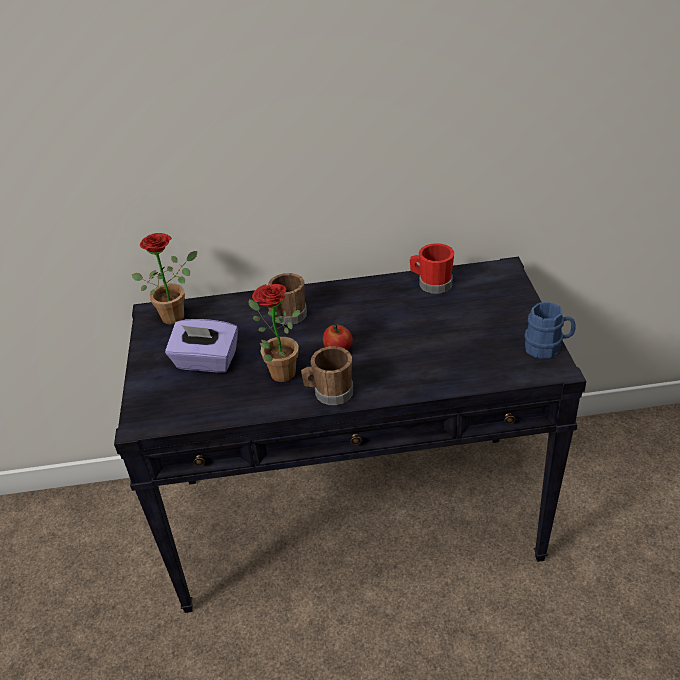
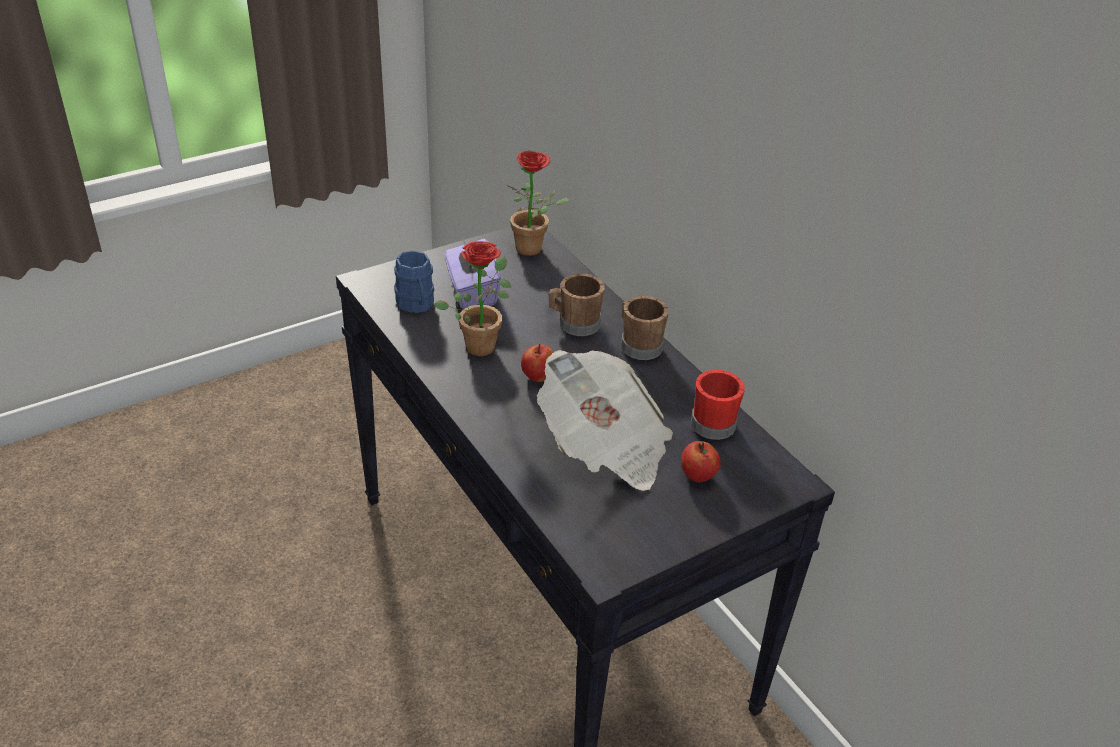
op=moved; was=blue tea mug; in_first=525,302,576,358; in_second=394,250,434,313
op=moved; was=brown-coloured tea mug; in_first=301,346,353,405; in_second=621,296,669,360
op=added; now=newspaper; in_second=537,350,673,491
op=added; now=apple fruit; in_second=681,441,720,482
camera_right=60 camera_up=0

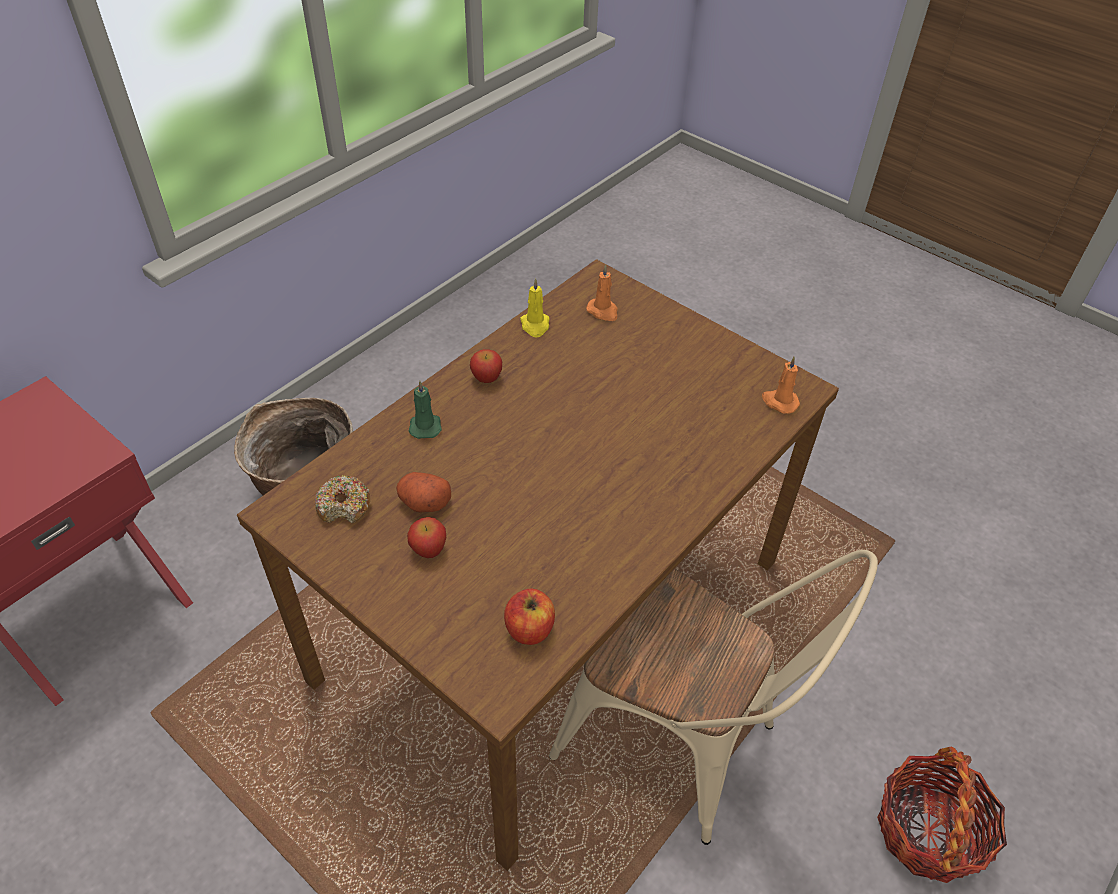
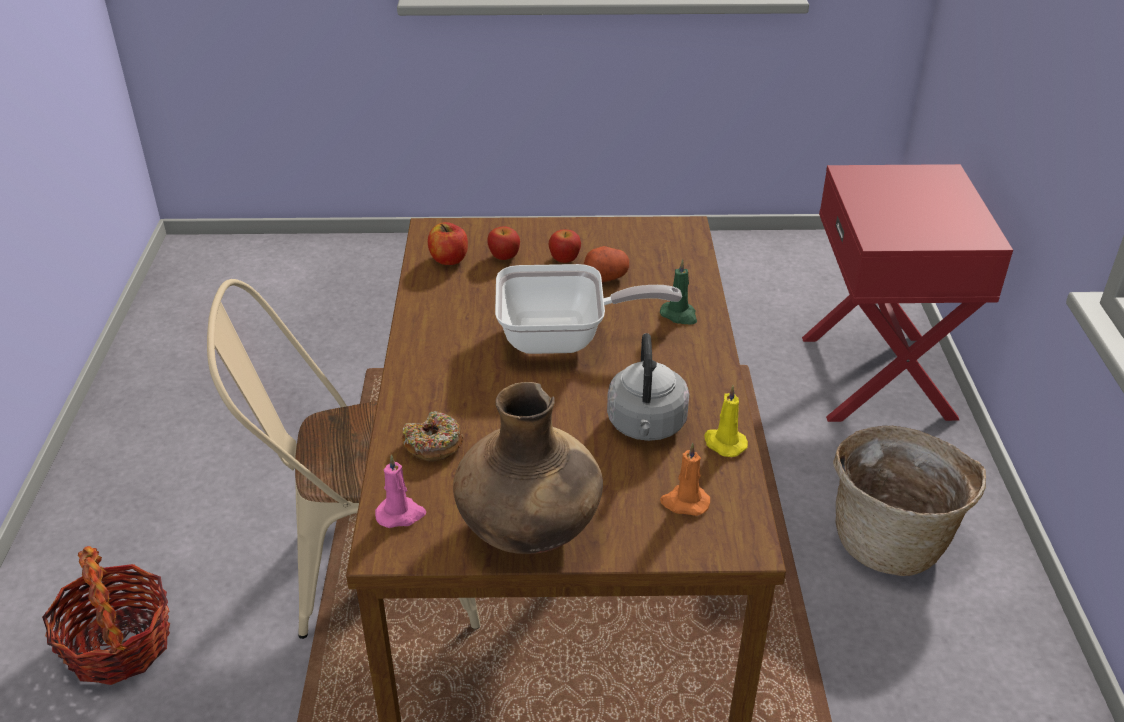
op=moved; was=apple fruit; in_first=470,349,502,383; in_second=487,227,520,260
op=recoloured; was=orangey candle; now=pink candle; in_first=762,357,800,414; in_second=375,454,426,528
op=moved; was=donut; in_first=315,475,370,523; in_second=402,411,463,462
op=added; now=pan; in_second=495,264,682,354
op=added; now=greyish water kettle; in_second=607,333,689,441
op=added; now=brown-coloured vase; in_second=453,382,603,554
camera_right=140 camera_up=-10

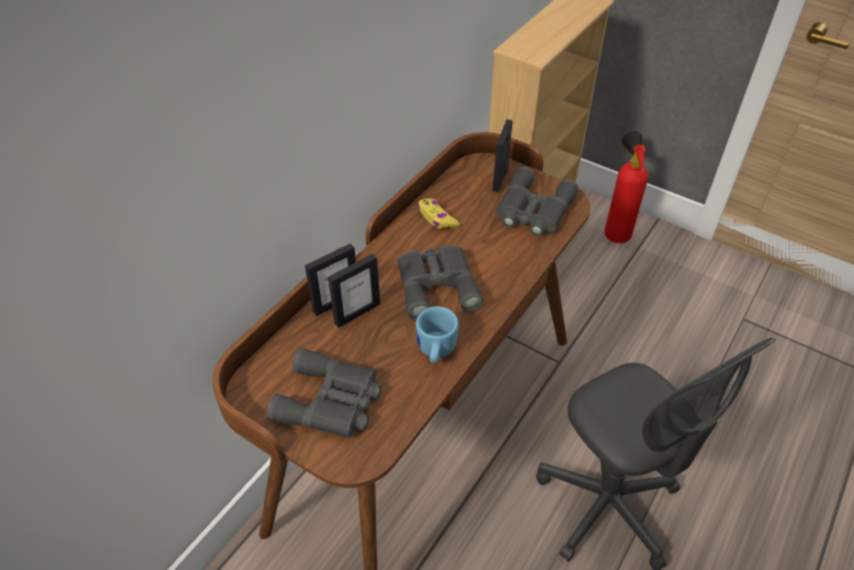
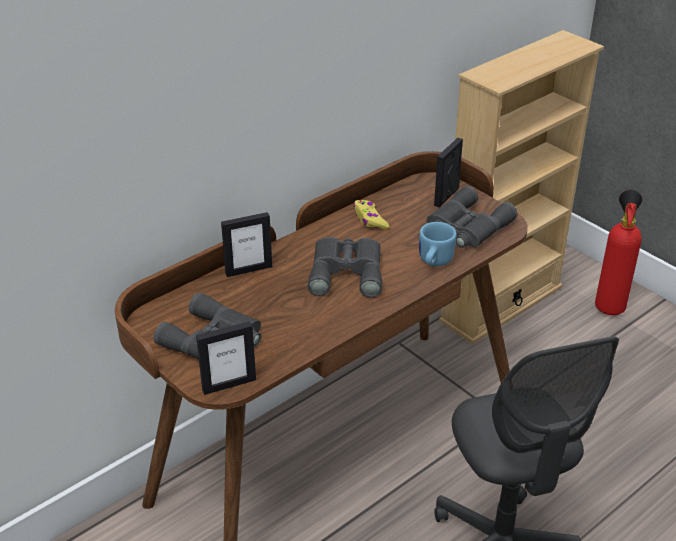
op=moved; was=photo frame; in_first=328,254,380,328; in_second=196,321,256,395
op=moved; was=blue tea mug; in_first=416,306,459,363; in_second=419,222,457,266
camera_right=15 camera_up=-10

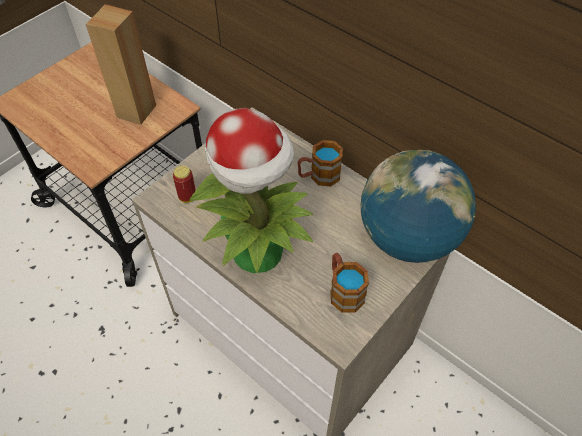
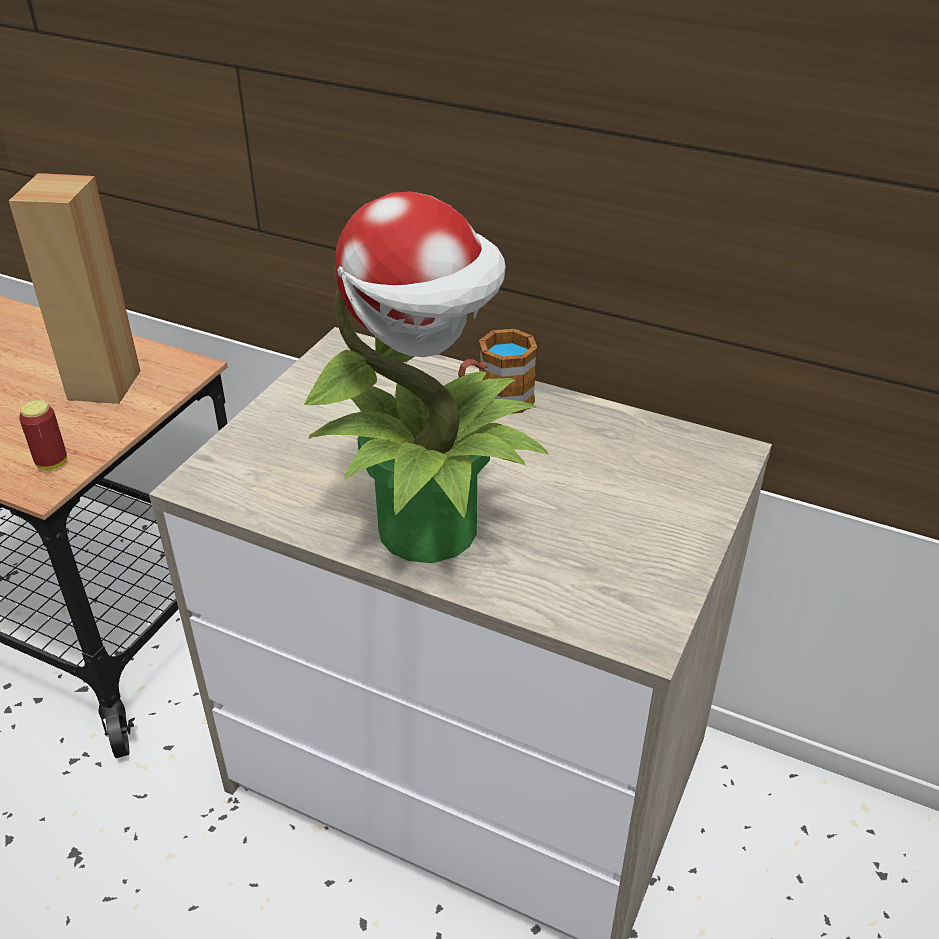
op=removed; was=world globe; in_first=361,150,476,263
op=moved; was=can; in_first=173,166,196,203; in_second=19,400,67,470
op=removed; was=tea mug; in_first=330,253,369,313
camera_right=-15 camera_up=-15

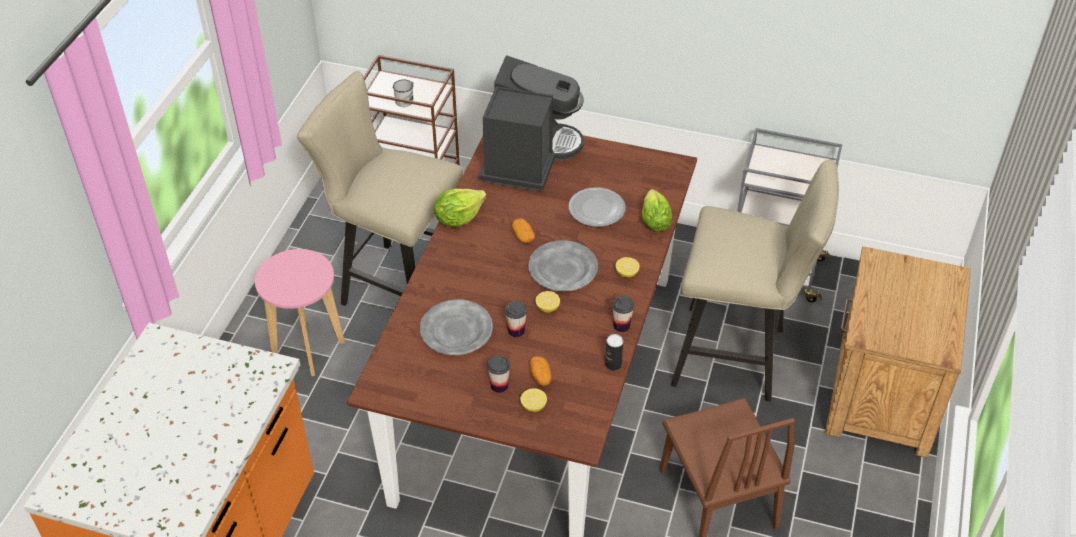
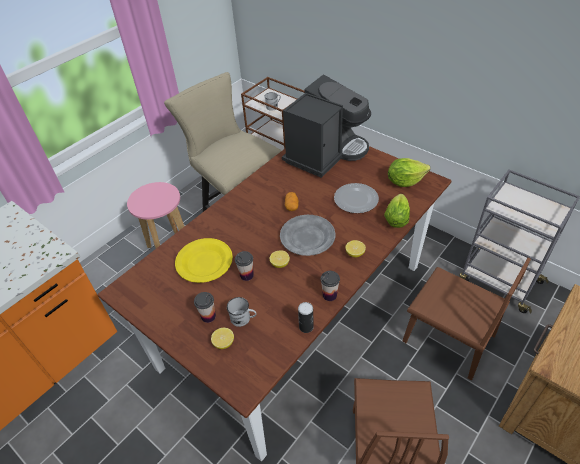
op=replaced; was=sand-coloured stool; now=brown-coloured upright chair; in_first=671,160,839,401; in_second=403,258,531,380
op=moved; was=lettuce head; in_first=434,189,486,227; in_second=388,158,430,187
op=recoloured; was=greyish plate; now=yellow plate; in_first=420,300,493,355; in_second=175,238,233,283
op=replaced; was=potato; now=whitish tea mug; in_first=530,356,551,386; in_second=227,297,257,327
camera_right=25 camera_up=0

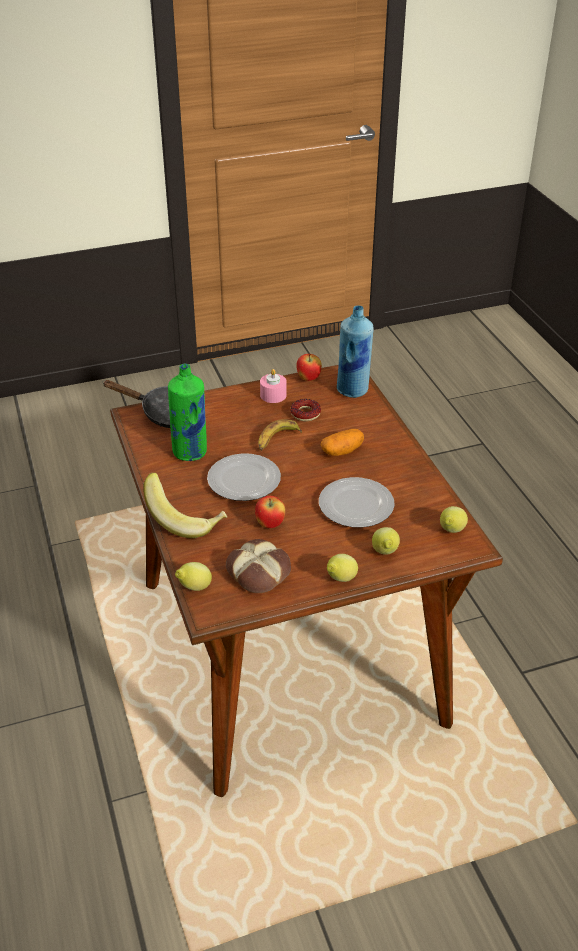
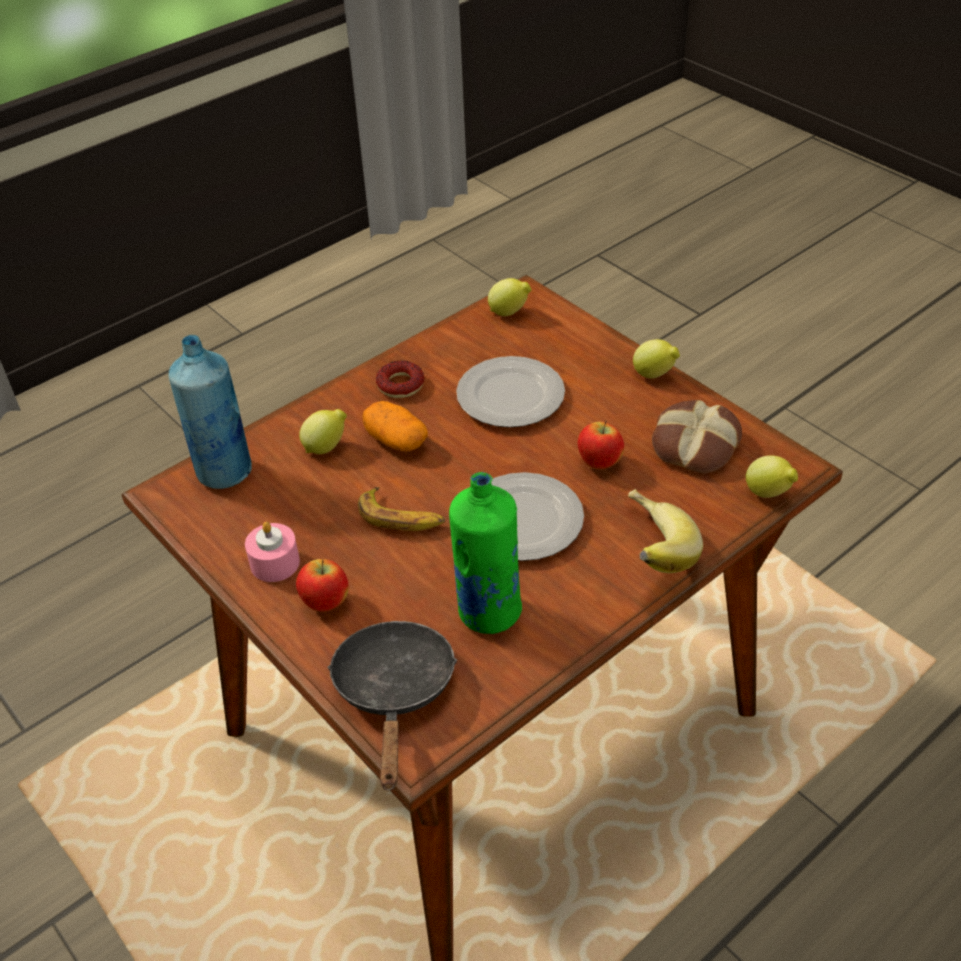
op=moved; was=apple fruit; in_first=296,354,322,381; in_second=296,559,349,612
op=moved; was=donut; in_first=290,399,321,421; in_second=376,361,424,398
op=moved; was=lemon; in_first=372,527,400,555; in_second=299,409,347,454
camera_right=-110 camera_up=5

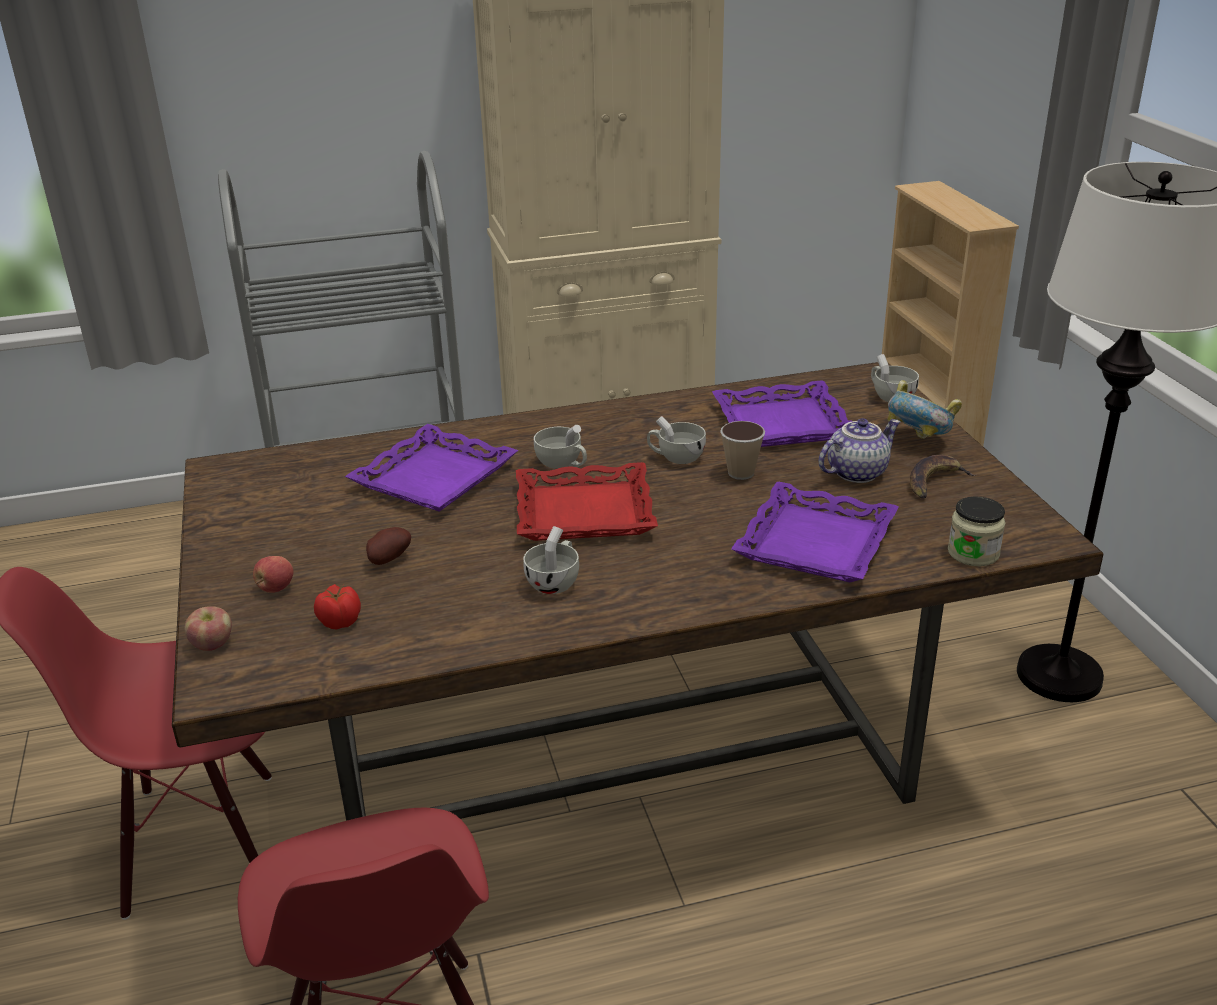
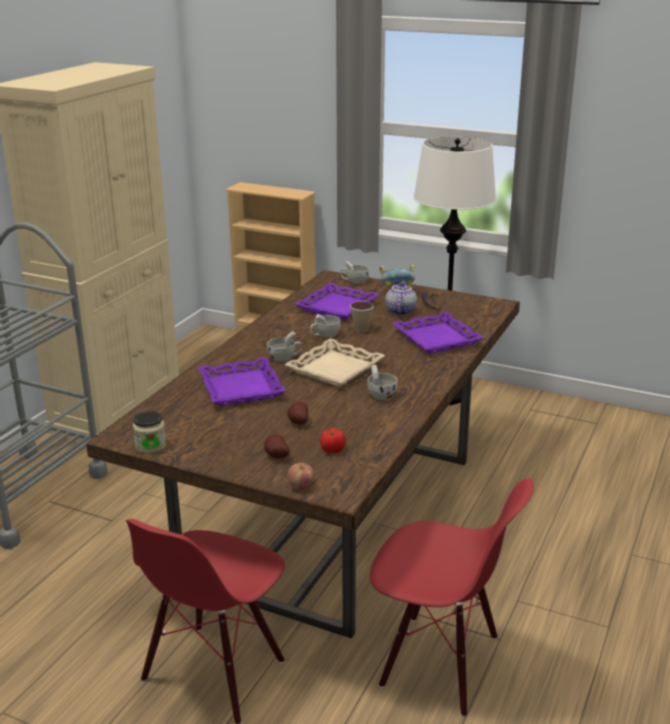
op=recoloured; was=red-coloured tray; now=sand-coloured tray; in_first=516,462,658,541; in_second=284,338,385,387
op=moved; was=preserve jar; in_first=948,496,1005,566; in_second=133,411,166,453
op=replaced; was=apple fruit; now=potato; in_first=253,556,293,593; in_second=264,434,290,459
camera_right=-50 camera_up=-5

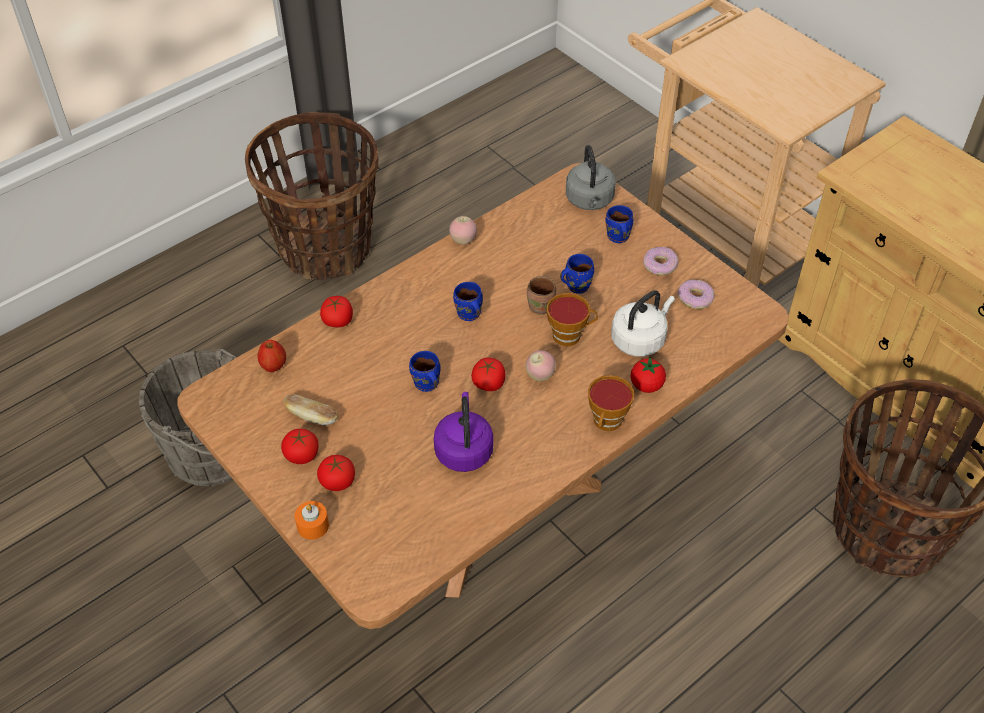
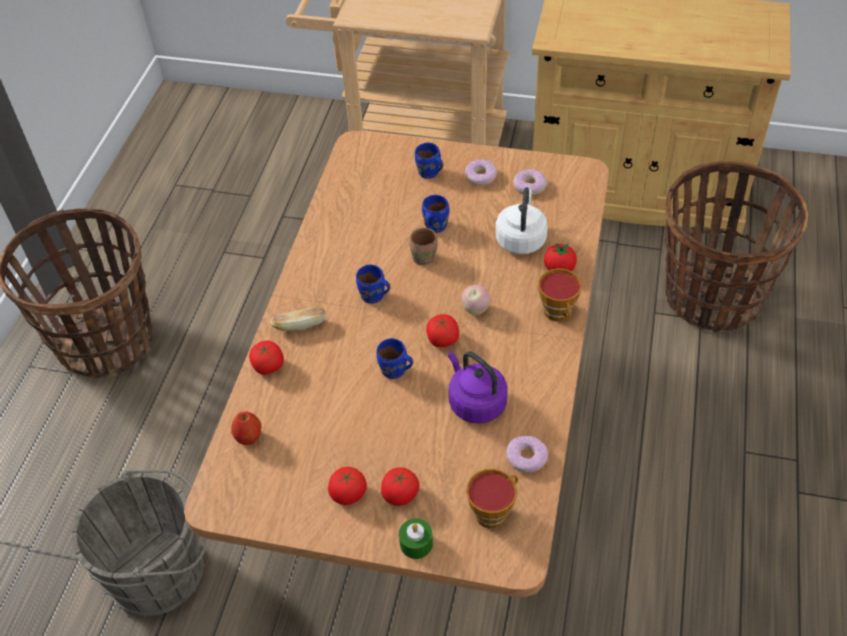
op=removed; was=greyish water kettle; in_first=566,145,616,210
op=removed; was=apple fruit; in_first=449,216,477,245
op=moved; was=small cup; in_first=547,293,598,346; in_second=466,469,518,529
op=moved; was=baked bread; in_first=284,394,338,425; in_second=270,307,326,331
op=recoloured; was=orangey candle; now=greenish candle; in_first=294,501,329,540; in_second=399,518,433,559
op=added; now=donut; in_second=506,436,548,473
camera_right=-35 camera_up=0

